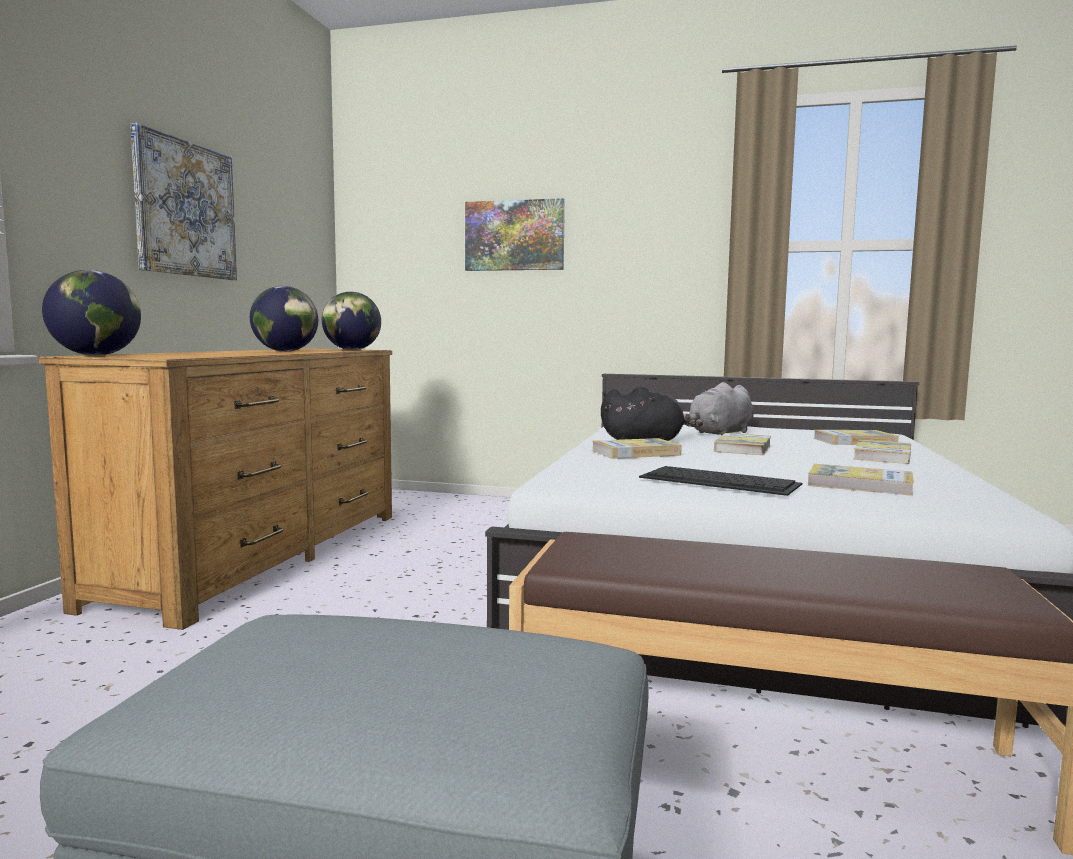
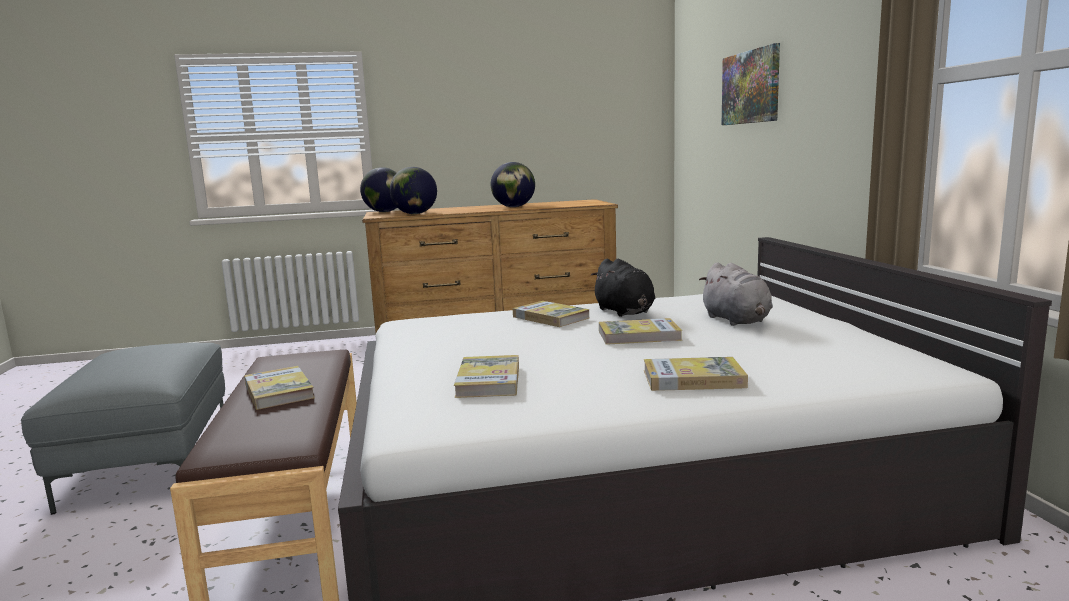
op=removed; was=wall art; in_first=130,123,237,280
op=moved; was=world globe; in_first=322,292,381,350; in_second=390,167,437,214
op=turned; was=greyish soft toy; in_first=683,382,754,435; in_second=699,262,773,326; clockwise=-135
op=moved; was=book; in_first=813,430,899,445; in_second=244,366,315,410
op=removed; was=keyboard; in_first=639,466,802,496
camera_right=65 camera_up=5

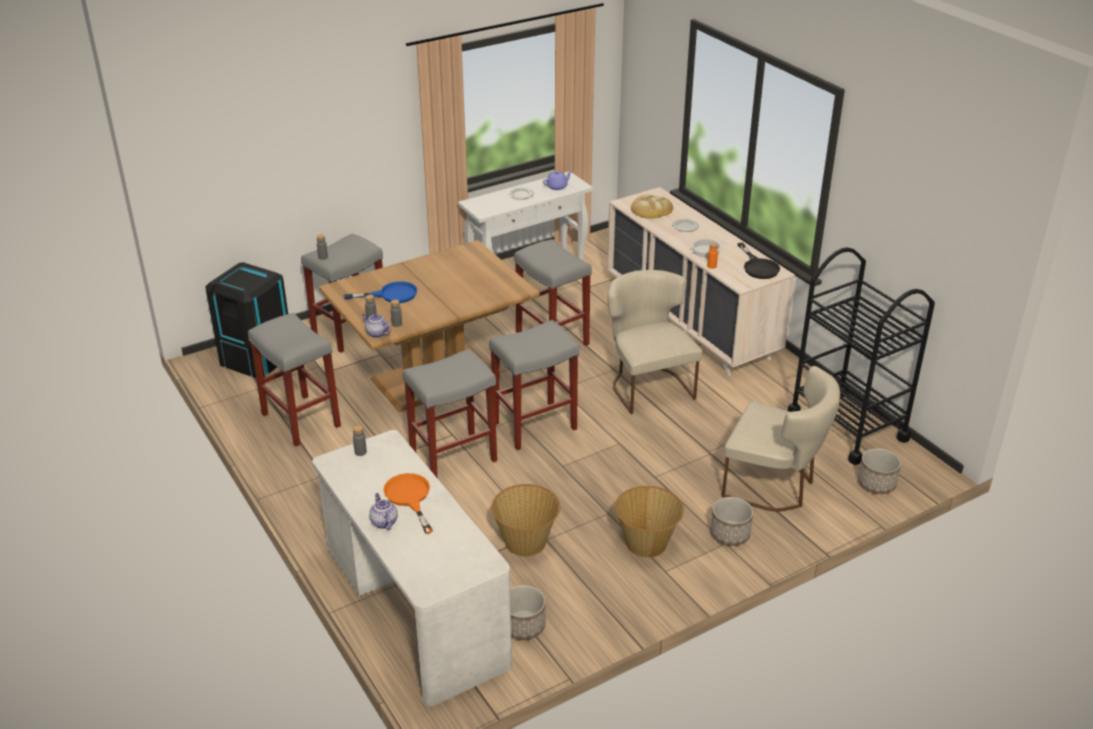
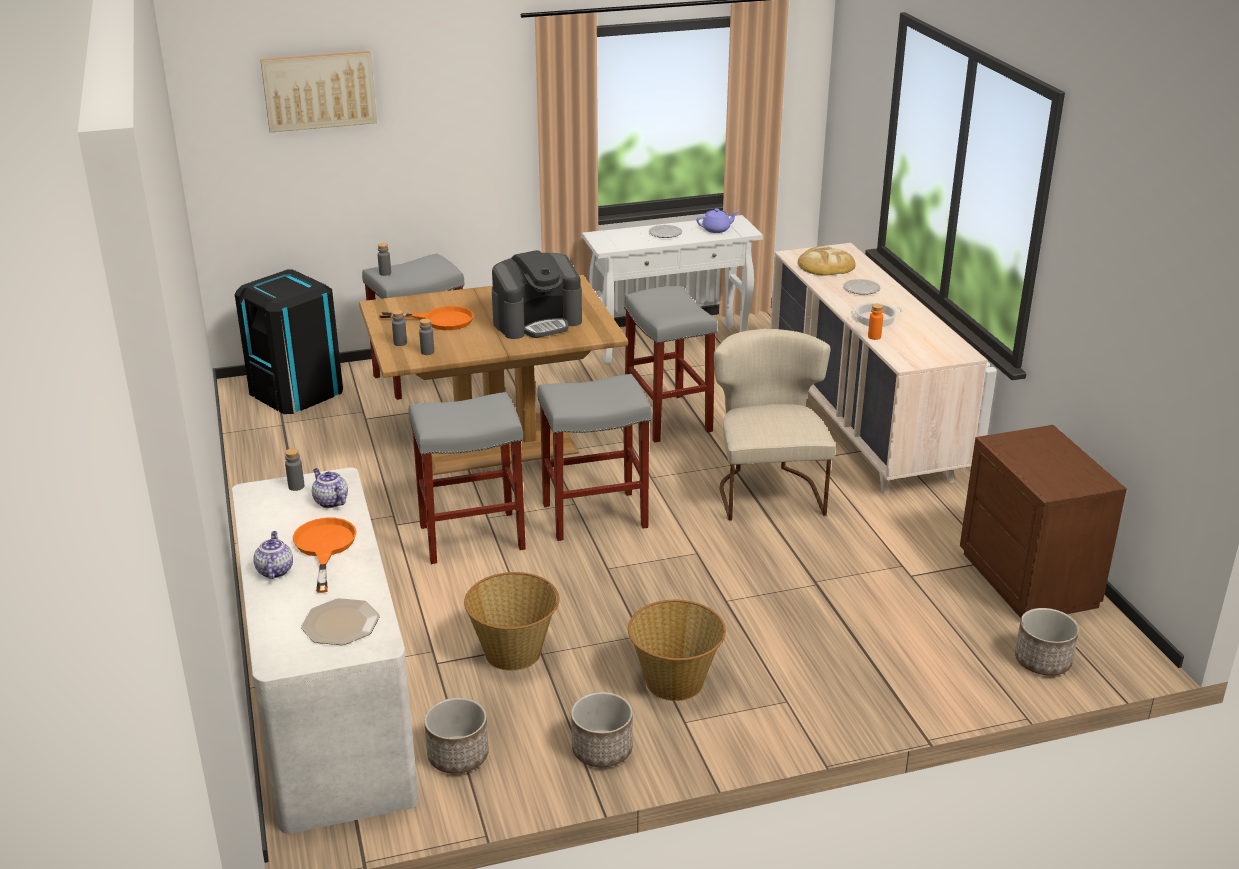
op=removed; was=black-coloured pan; in_first=737,243,780,279
op=replaced; was=black-coloured trolley; now=brown-coloured night table; in_first=788,247,935,465; in_second=960,425,1127,618
op=recoloured; was=blue pan; now=orangey pan; in_first=344,281,417,303; in_second=379,306,474,330
op=removed; was=greyish stool; in_first=248,313,341,447
op=moved; was=pot for tea; in_first=362,314,391,338; in_second=312,468,348,508
op=removed; was=sand-coloured upright chair; in_first=722,366,840,512
op=moved; was=planter; in_first=710,497,753,546; in_second=571,692,633,767
op=added; now=wall art; in_second=260,51,377,132
op=added; now=coffee maker; in_second=492,250,582,339
op=added; now=plate; in_second=301,598,380,645
camera_right=15 camera_up=-5

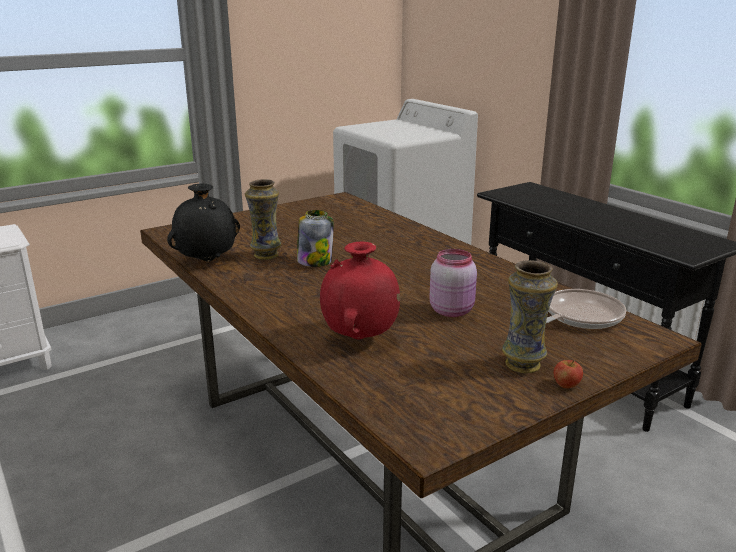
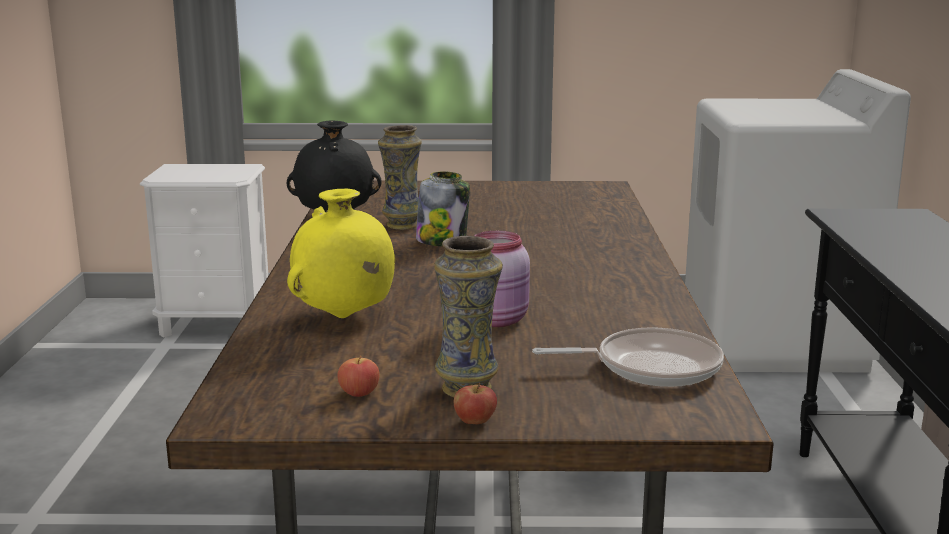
op=recoloured; was=red-coloured vase; now=yellow vase; in_first=320,242,400,340; in_second=287,189,395,318
op=added; now=apple fruit; in_second=338,356,380,397
camera_right=35 camera_up=-5

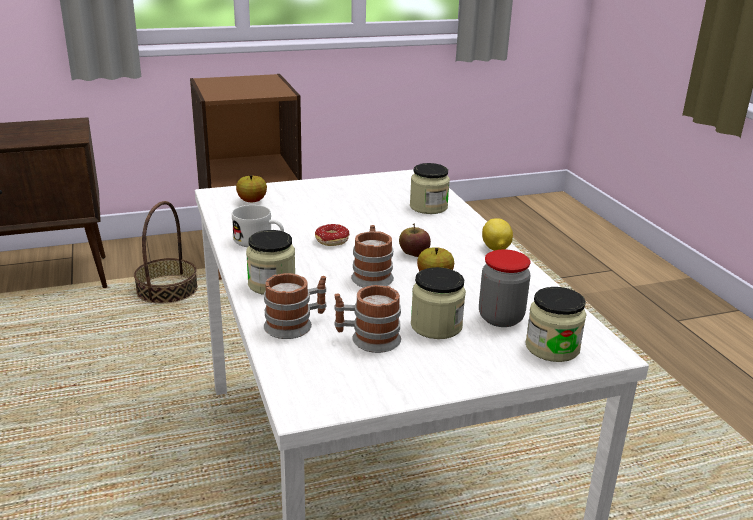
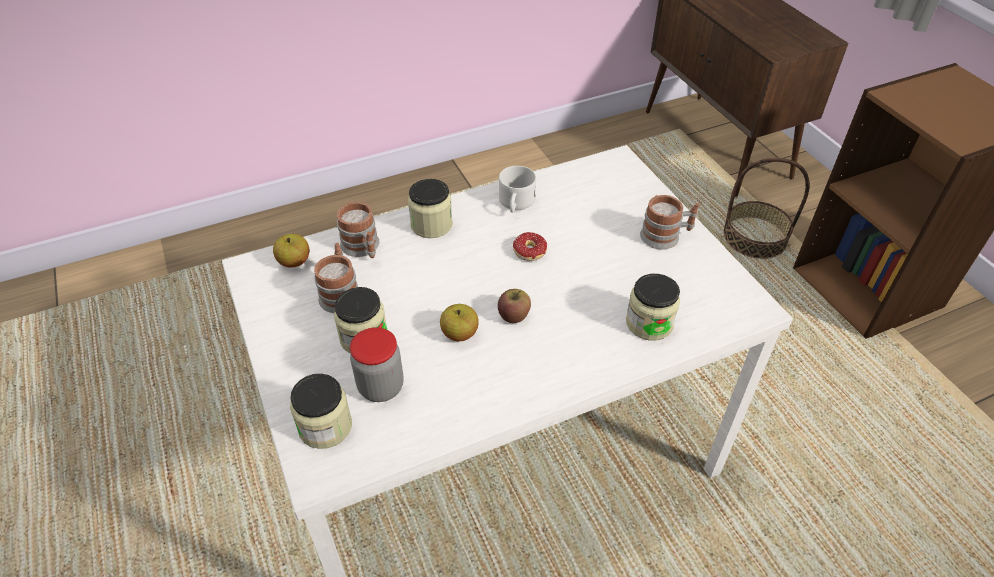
op=moved; was=apple fruit; in_first=236,175,267,203; in_second=273,234,309,268
op=removed; was=lemon; in_first=482,218,513,251
op=moved; was=tea mug; in_first=351,225,394,288; in_second=640,195,700,250
camera_right=85 camera_up=20

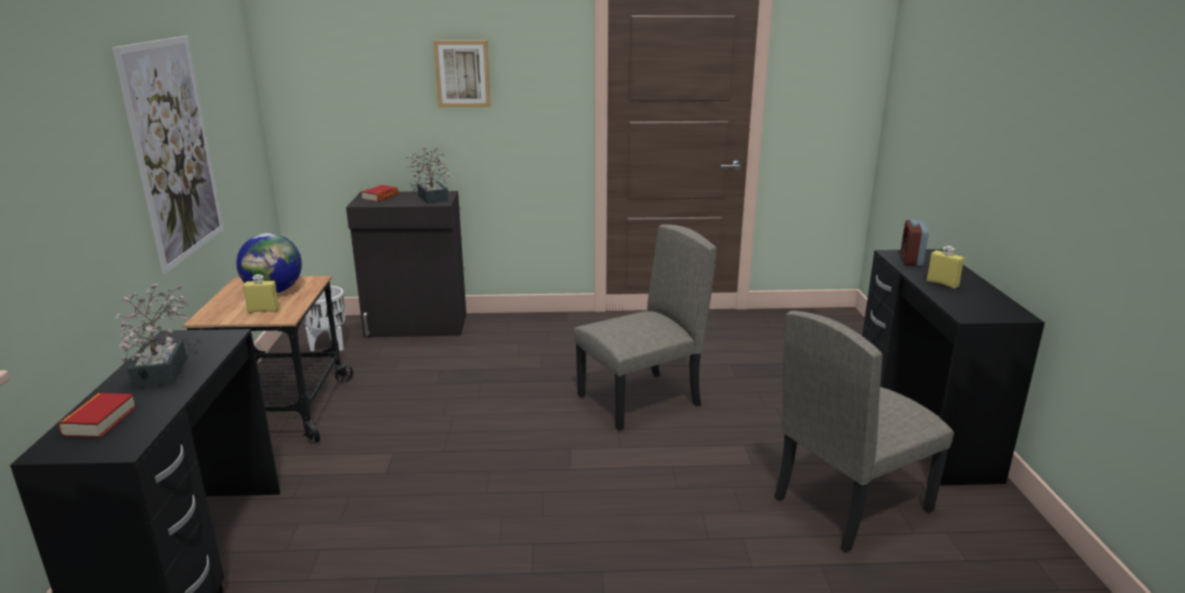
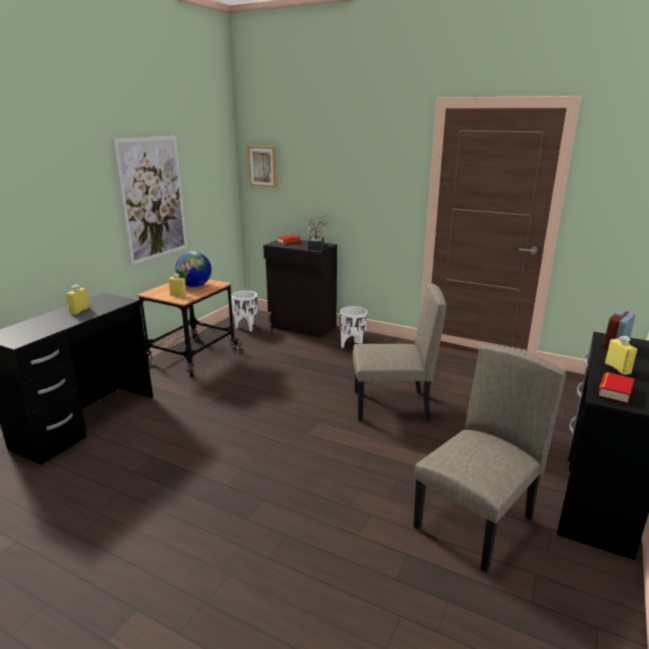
op=moved; was=wall art; in_first=433,40,491,107; in_second=247,146,277,188
op=replaced; was=houseplant; now=yellow bottle; in_first=115,283,189,389; in_second=66,285,90,314
op=turned; was=sand-coloured upright chair; in_first=774,311,954,553; in_second=413,345,566,573; clockwise=135
op=moved; was=book; in_first=58,393,137,438; in_second=598,372,634,404
op=added; now=whitish planter; in_second=340,306,368,348
camera_right=30 camera_up=0

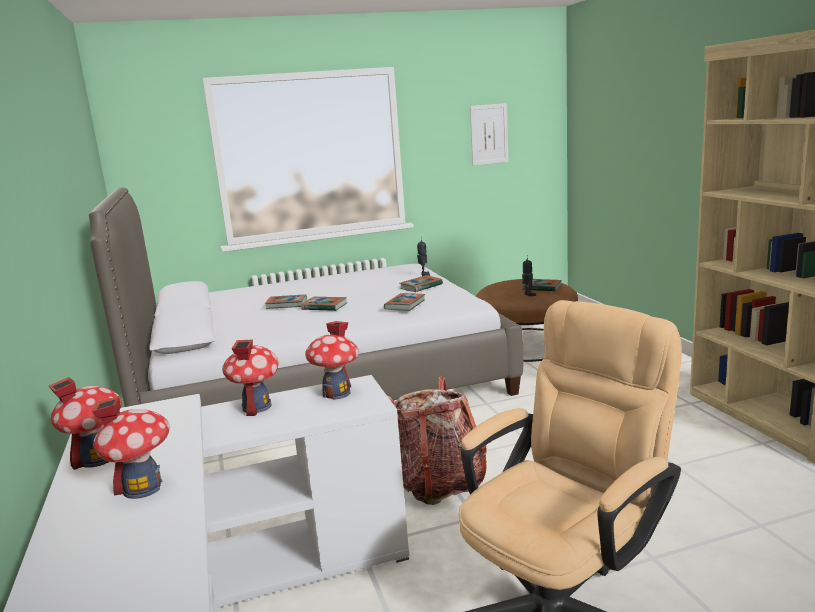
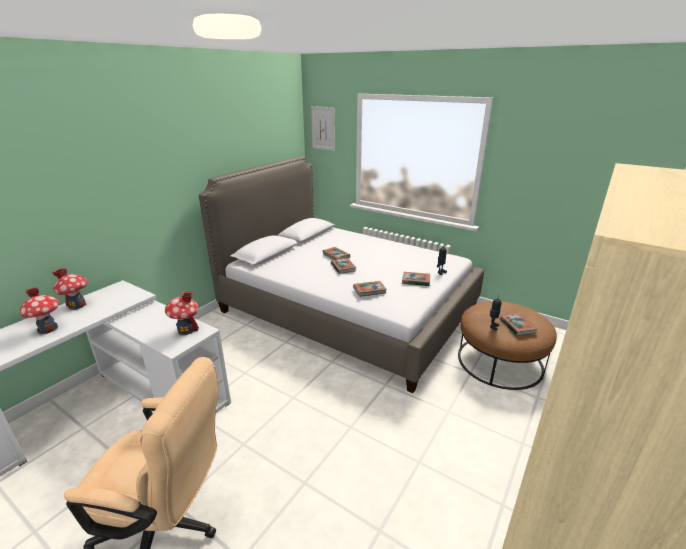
op=moved; was=wall art; in_first=470,103,509,166; in_second=311,106,335,151
op=removed; was=model house; in_first=222,339,278,416
op=removed; was=backpack; in_first=388,376,487,505
camera_right=50 camera_up=10

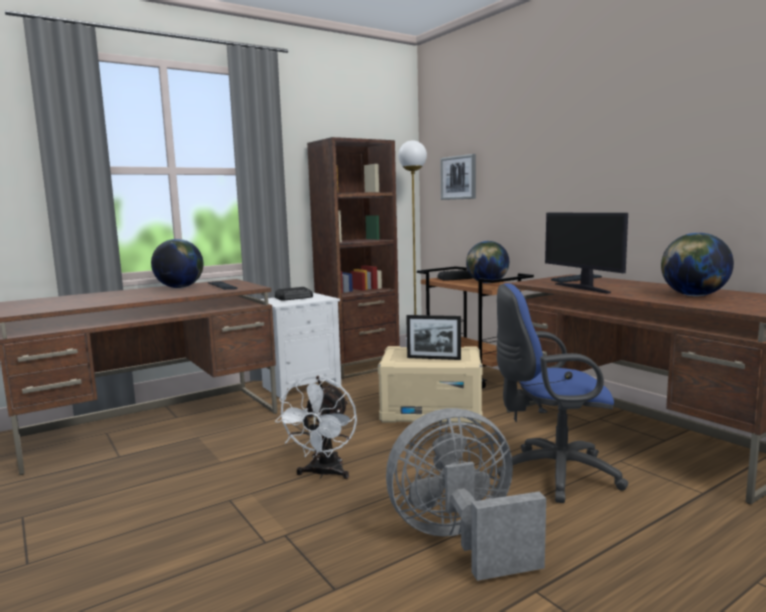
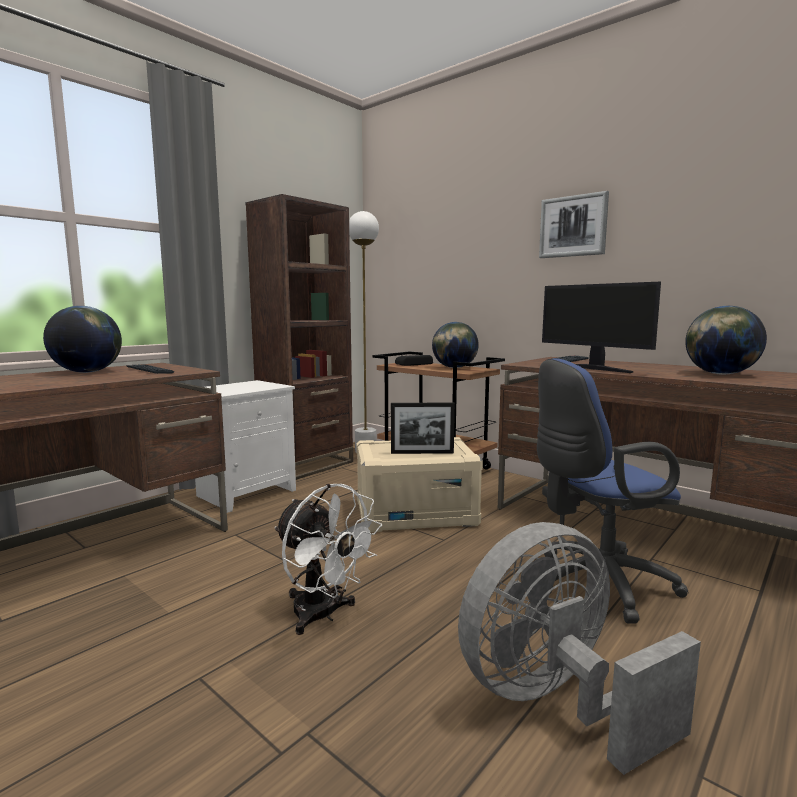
op=moved; was=wall art; in_first=440,154,476,200; in_second=539,191,609,258
op=removed; was=radio; in_first=275,287,313,301
op=turned; was=whitish fan; in_first=275,376,357,479; in_second=274,484,382,635; clockwise=-45
camera_right=-15 camera_up=0

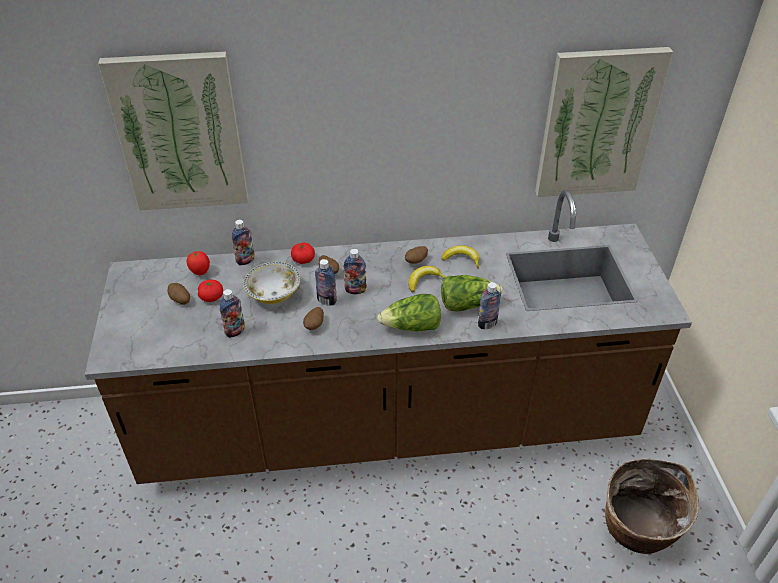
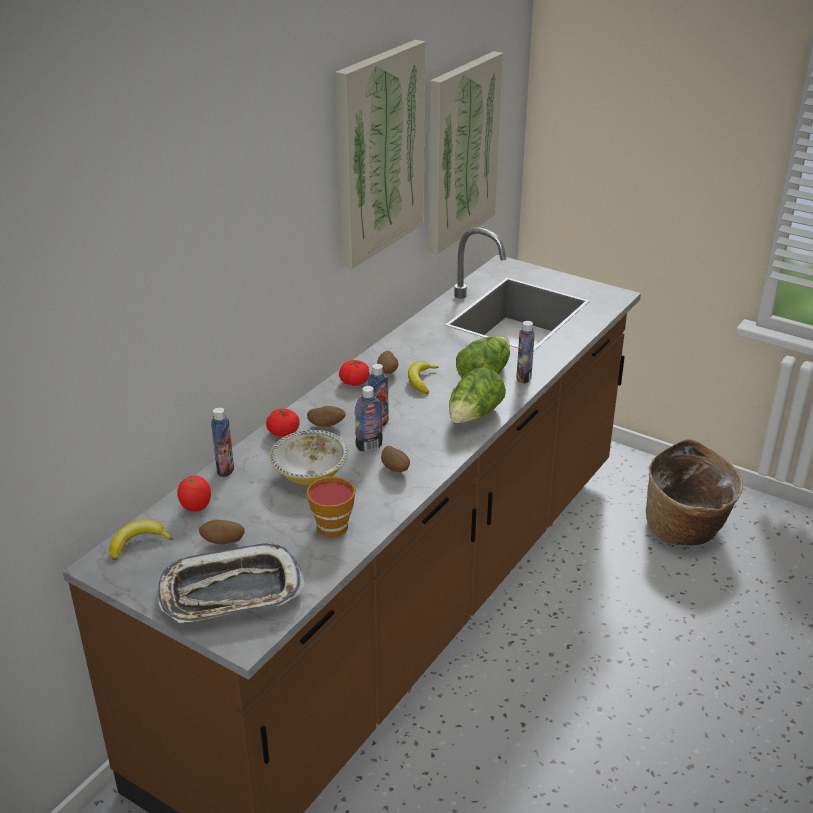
op=moved; was=wall art; in_first=98,52,248,210; in_second=335,40,425,269
op=moved; was=banana fruit; in_first=441,245,479,268; in_second=109,520,173,560
op=moved; was=tomato; in_first=198,280,223,302; in_second=339,360,370,386
op=replaced; was=bottle; now=small cup; in_first=220,289,245,338; in_second=307,477,356,537
op=added; now=tray; in_second=157,543,305,623
camera_right=-50 camera_up=-10

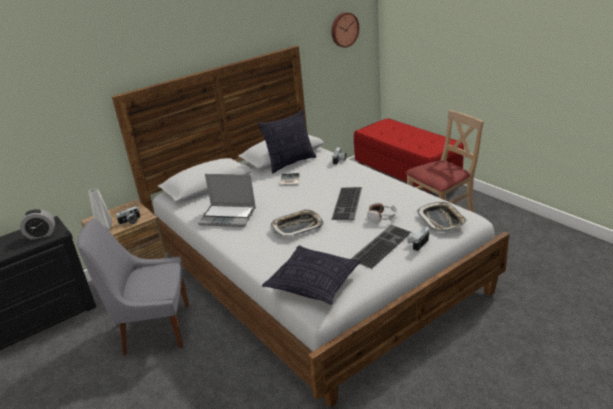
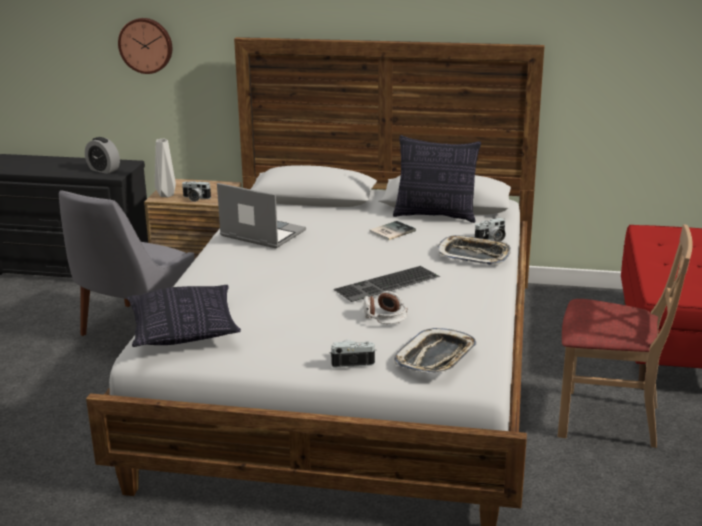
op=moved; was=hanging clock; in_first=331,12,359,48; in_second=118,18,172,74
op=turned; was=laptop; in_first=198,174,256,227; in_second=217,183,306,248; clockwise=150
op=moved; was=tray; in_first=270,209,324,238; in_second=438,235,511,265
op=turned; was=greyish upright chair; in_first=77,218,189,356; in_second=59,190,195,336; clockwise=-105
op=removed; was=keyboard; in_first=351,225,411,269
camera_right=45 camera_up=-5

